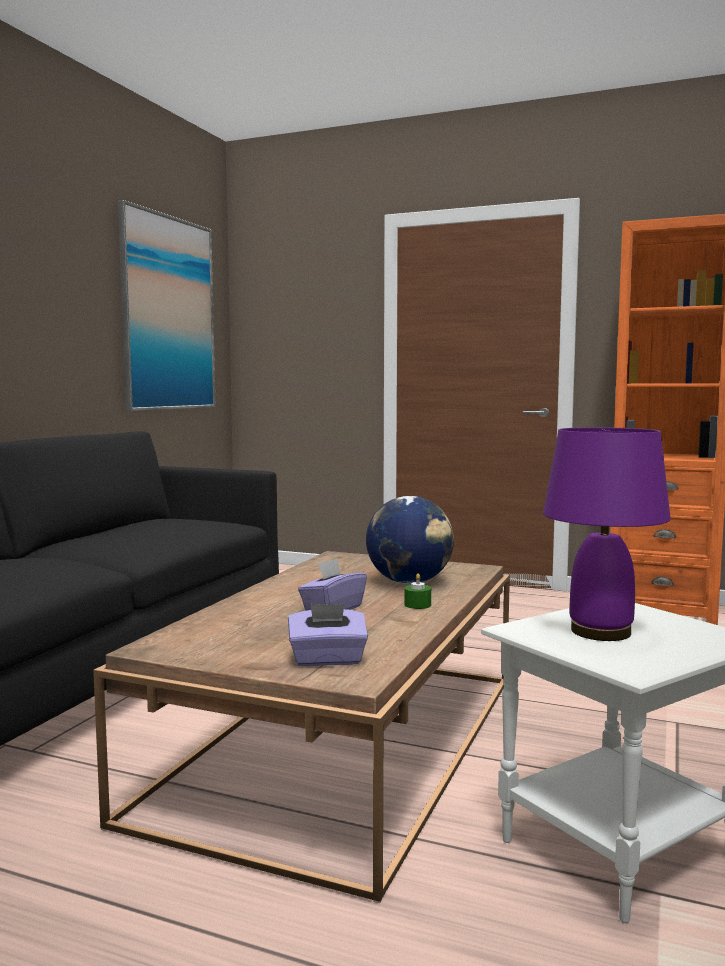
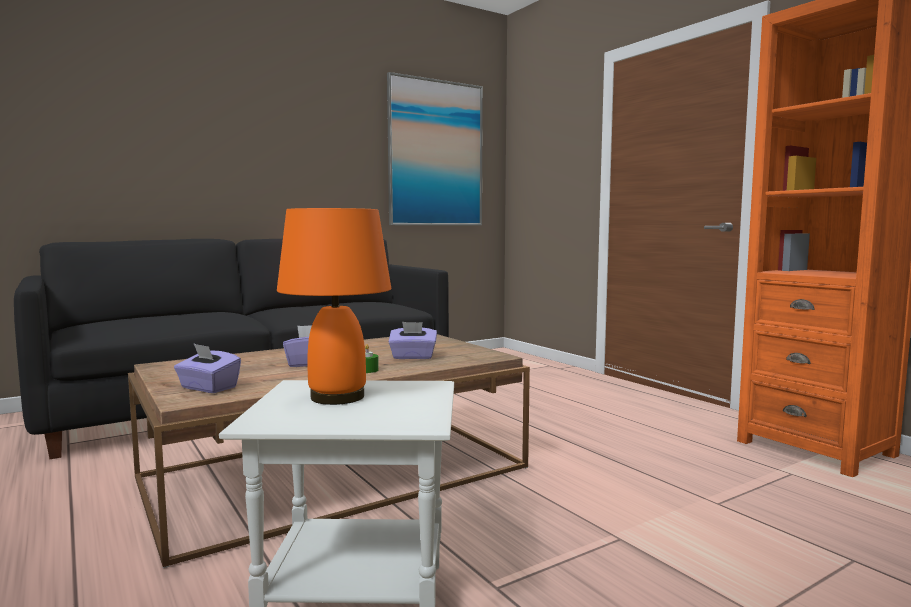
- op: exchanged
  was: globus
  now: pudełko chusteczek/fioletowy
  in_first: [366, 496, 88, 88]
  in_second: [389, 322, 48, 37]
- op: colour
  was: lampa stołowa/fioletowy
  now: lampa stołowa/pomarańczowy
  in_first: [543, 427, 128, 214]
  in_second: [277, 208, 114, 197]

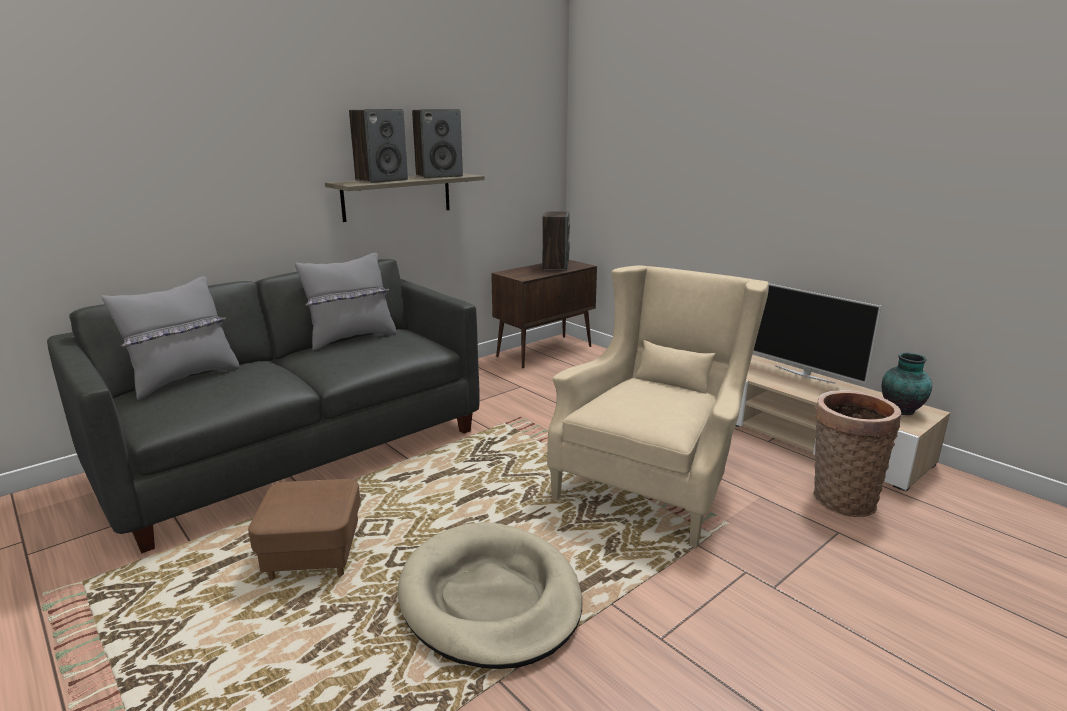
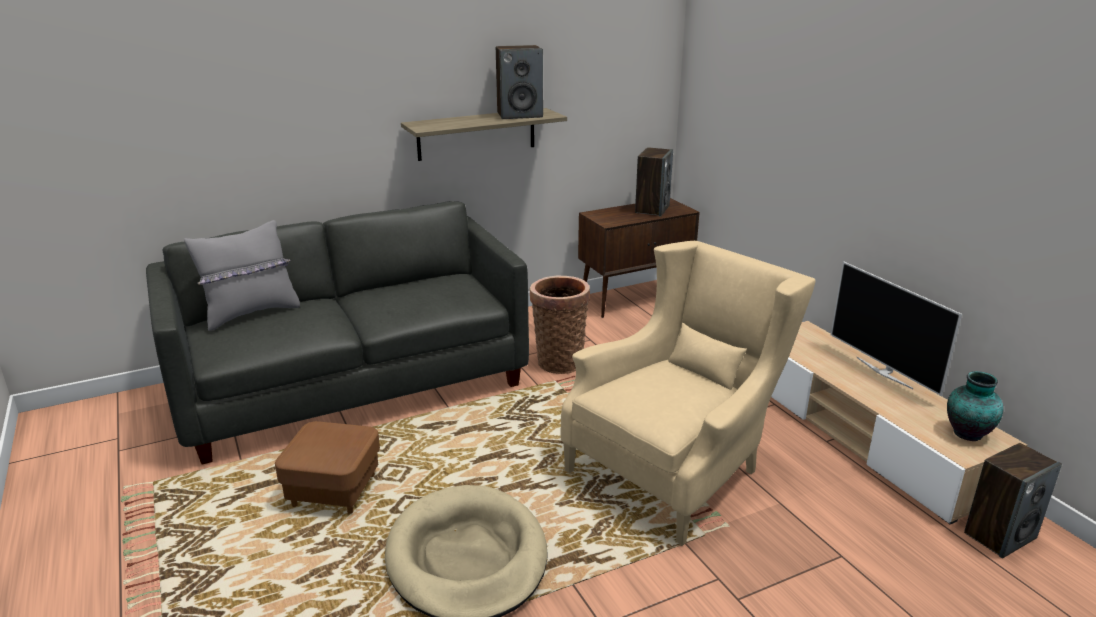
- op: missing
  was: poduszka/szary
  in_first: [295, 253, 101, 98]
- op: relocated
  was: głośnik
  in_first: [349, 109, 59, 74]
  in_second: [964, 443, 98, 115]
- op: relocated
  was: koszyk
  in_first: [813, 390, 88, 127]
  in_second: [530, 276, 60, 98]

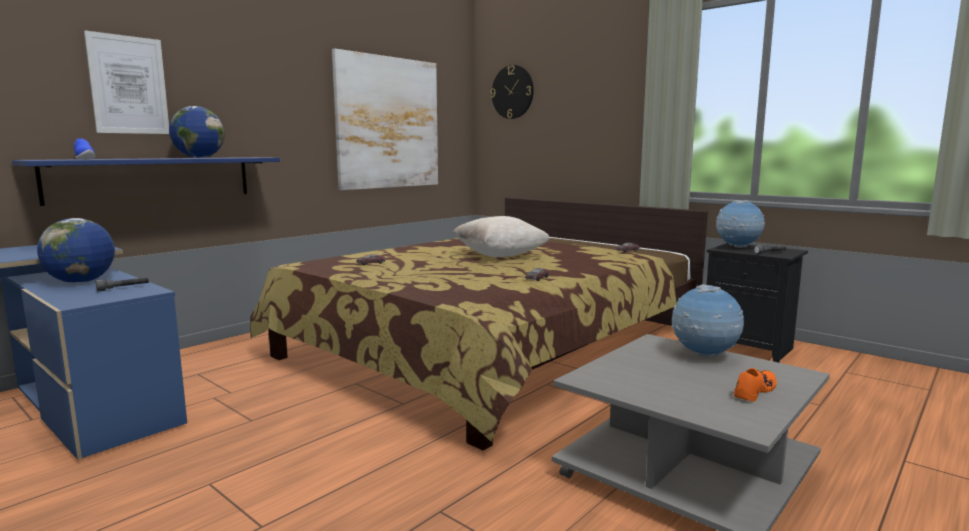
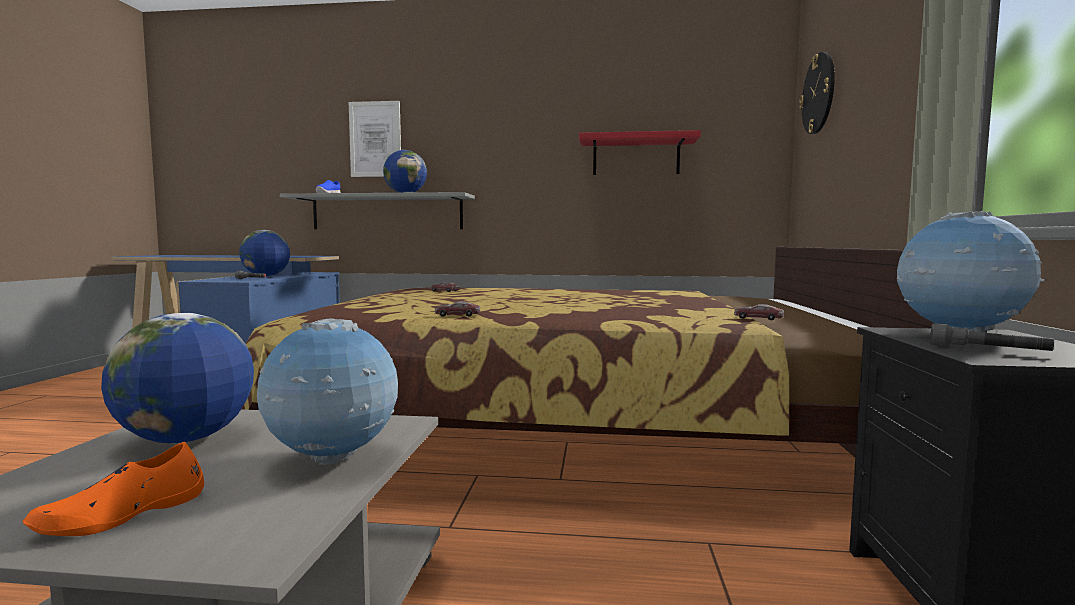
- op: colour
  was: półka/niebieski
  now: półka/szary
  in_first: [12, 157, 268, 49]
  in_second: [280, 192, 195, 37]
- op: exchanged
  was: obraz
  now: półka/czerwony
  in_first: [332, 49, 106, 141]
  in_second: [579, 130, 122, 45]
- op: missing
  was: poduszka/beżowy
  in_first: [453, 216, 97, 41]
- op: spun
  was: but/pomarańczowy
  in_first: [734, 368, 43, 34]
  in_second: [23, 442, 181, 94]
  clockwise: 120
- op: appeared
  now: globus
  in_second: [101, 313, 153, 130]

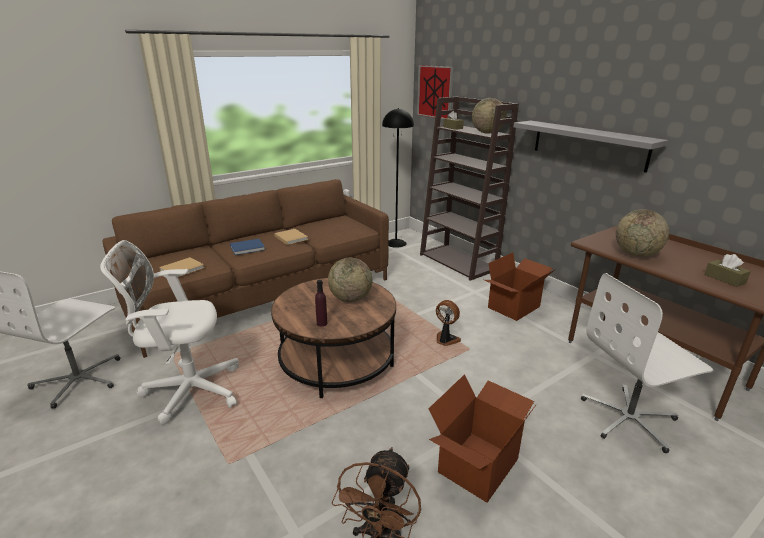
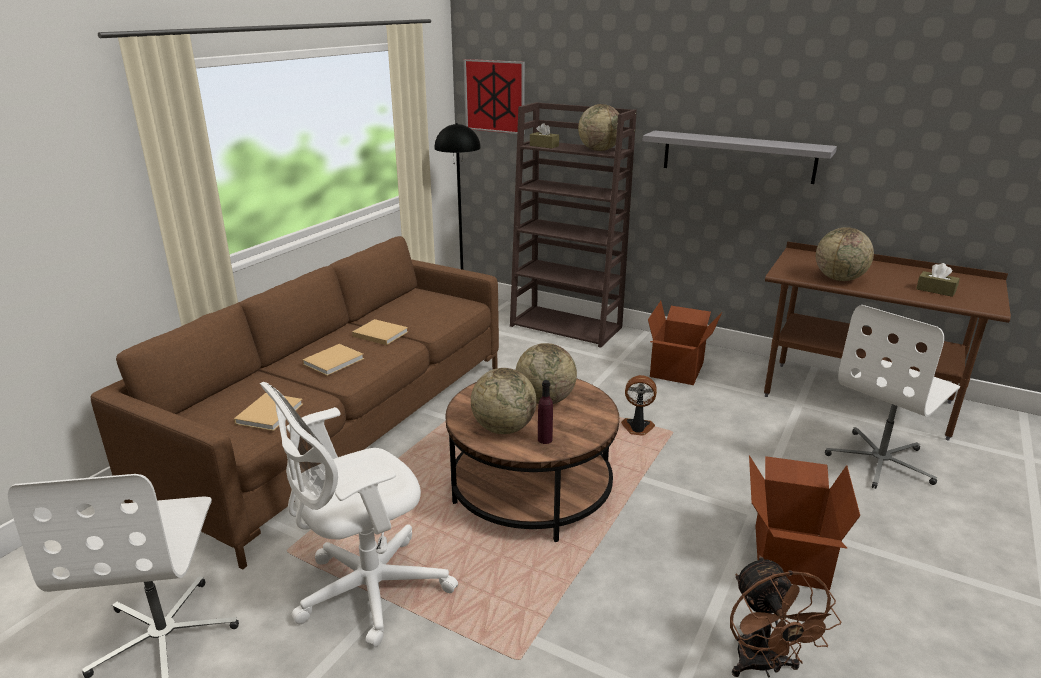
- op: colour
  was: książka/niebieski
  now: książka/beżowy
  in_first: [230, 239, 35, 16]
  in_second: [302, 344, 62, 32]
- op: appeared
  now: globus
  in_second: [471, 368, 66, 66]

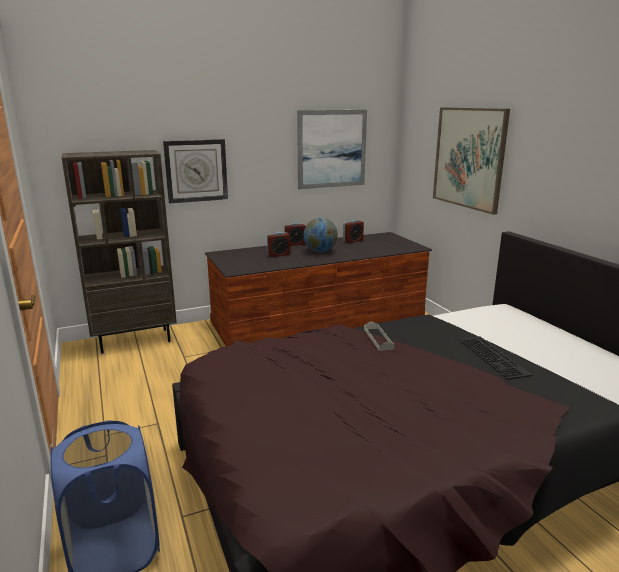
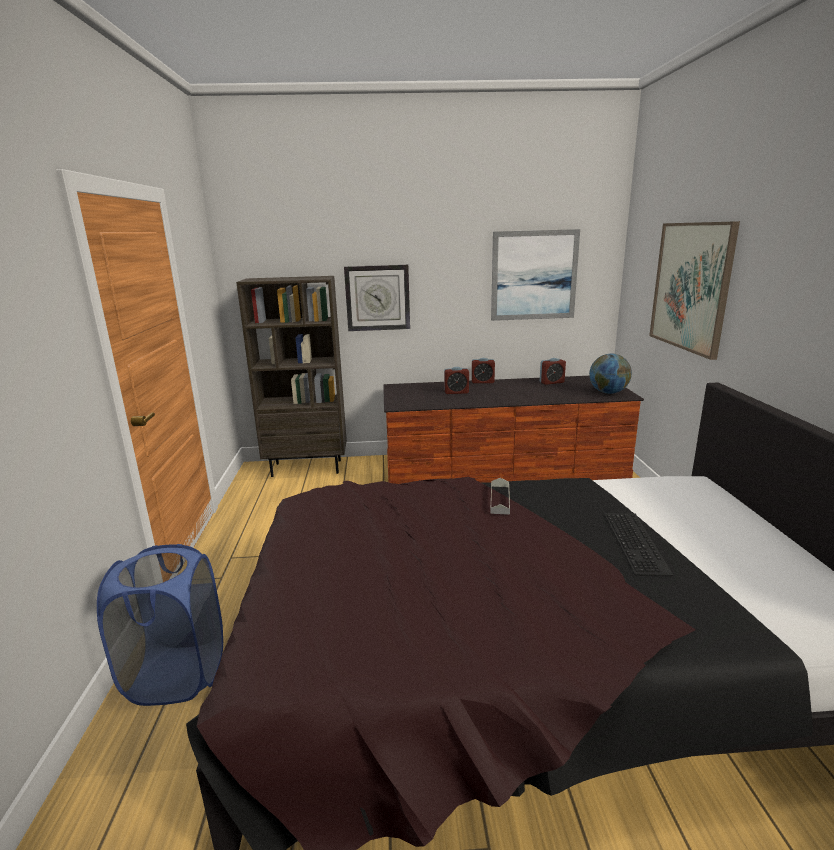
- op: relocated
  was: globus
  in_first: [303, 218, 35, 34]
  in_second: [589, 354, 43, 40]

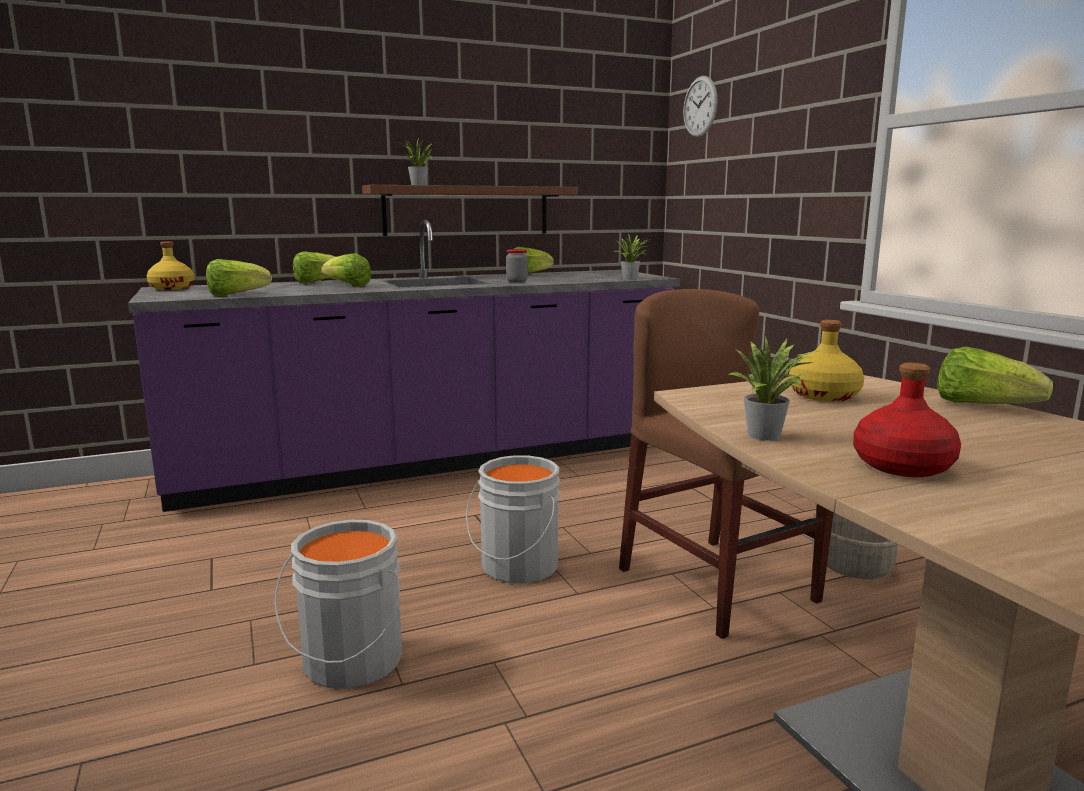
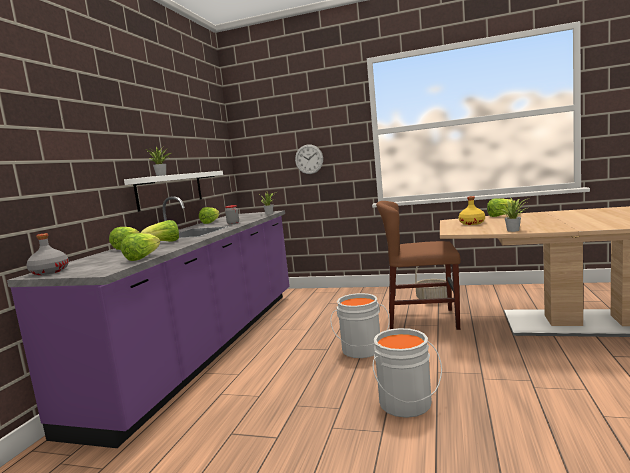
- op: colour
  was: butelka/żółty
  now: butelka/szary
  in_first: [147, 241, 48, 49]
  in_second: [26, 233, 43, 42]
- op: colour
  was: półka/brązowy
  now: półka/biały
  in_first: [362, 185, 216, 51]
  in_second: [124, 171, 99, 41]
- op: relocated
  was: zegar ścienny
  in_first: [683, 76, 35, 61]
  in_second: [295, 144, 28, 30]
- op: missing
  was: butelka/czerwony
  in_first: [853, 363, 108, 114]

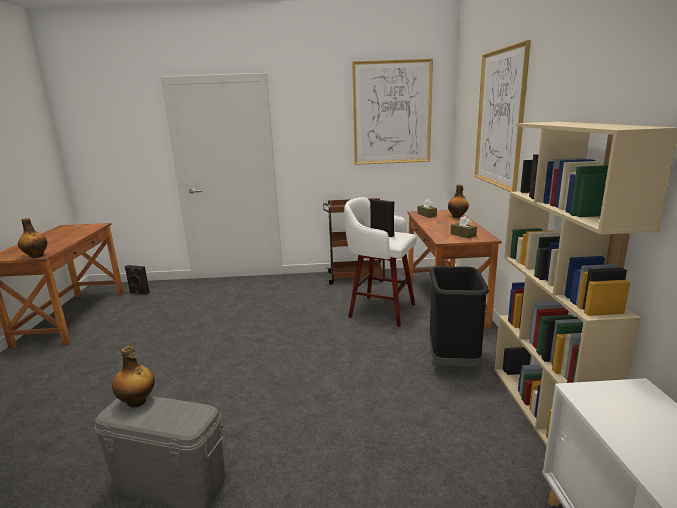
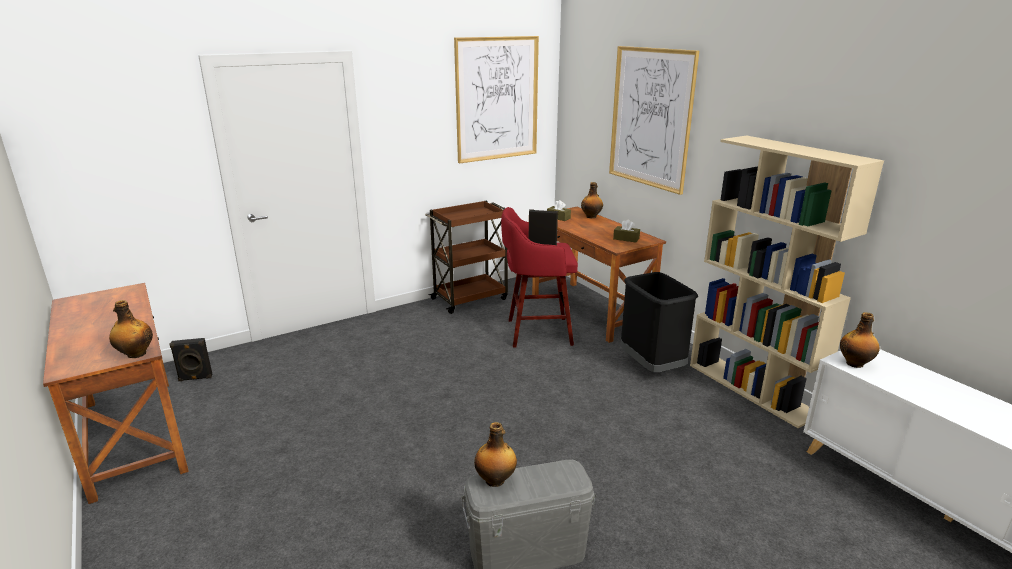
- op: colour
  was: stołek/biały
  now: stołek/czerwony
  in_first: [344, 197, 72, 130]
  in_second: [501, 207, 77, 141]
- op: appeared
  now: butelka
  in_second: [840, 312, 40, 56]

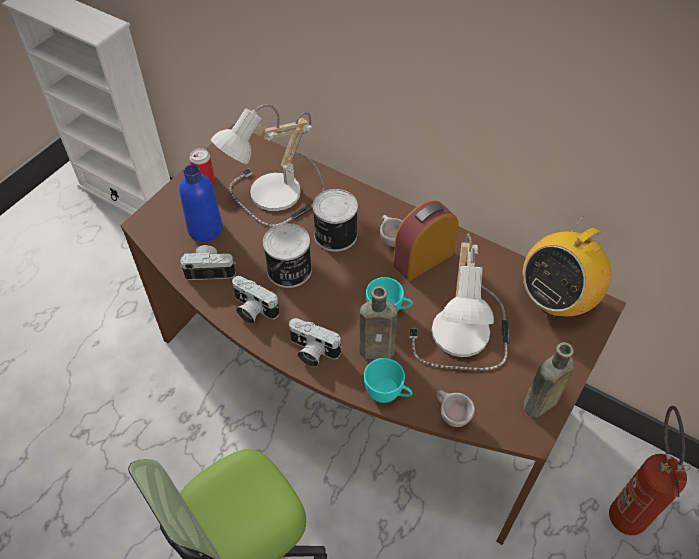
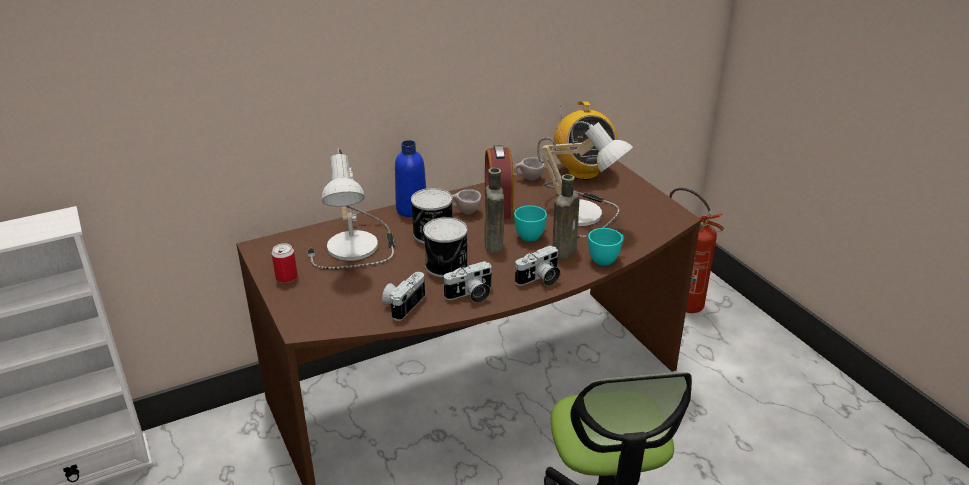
- op: relocated
  was: butelka/niebieski
  in_first: [179, 165, 44, 77]
  in_second: [395, 140, 31, 77]
- op: relocated
  was: filiżanka/beżowy
  in_first: [437, 390, 38, 37]
  in_second: [514, 157, 31, 24]
- op: relocated
  was: butelka/brązowy
  in_first: [524, 342, 51, 76]
  in_second: [484, 168, 20, 85]

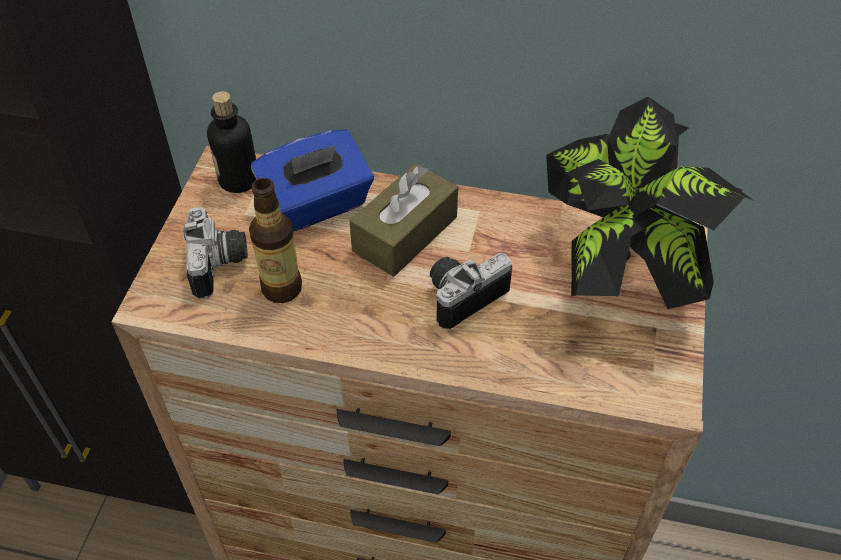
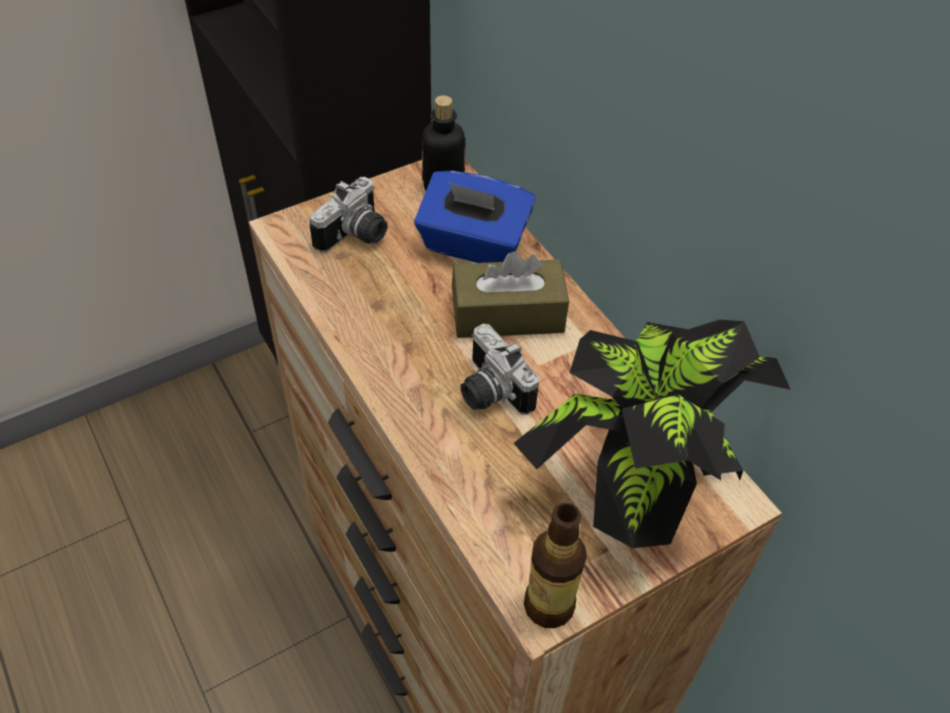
- op: relocated
  was: butelka
  in_first: [249, 178, 53, 125]
  in_second: [524, 503, 63, 125]
- op: spun
  was: aparat fotograficzny
  in_first: [430, 253, 82, 77]
  in_second: [460, 324, 79, 91]
  clockwise: -135

